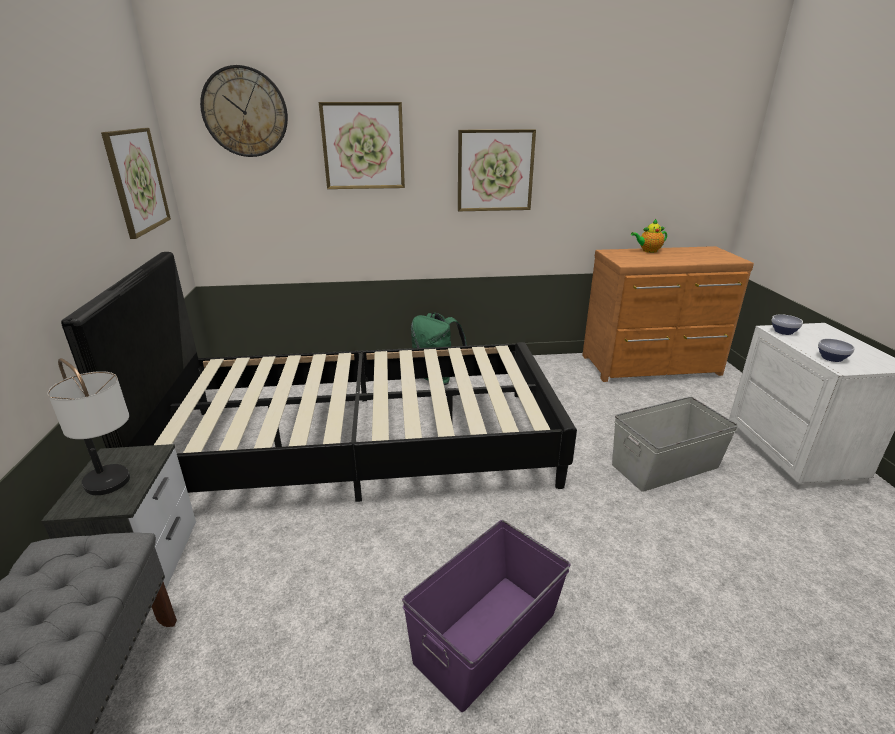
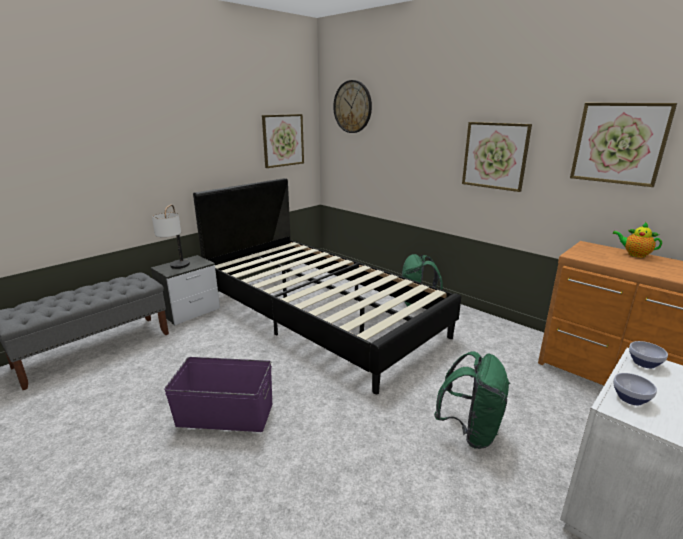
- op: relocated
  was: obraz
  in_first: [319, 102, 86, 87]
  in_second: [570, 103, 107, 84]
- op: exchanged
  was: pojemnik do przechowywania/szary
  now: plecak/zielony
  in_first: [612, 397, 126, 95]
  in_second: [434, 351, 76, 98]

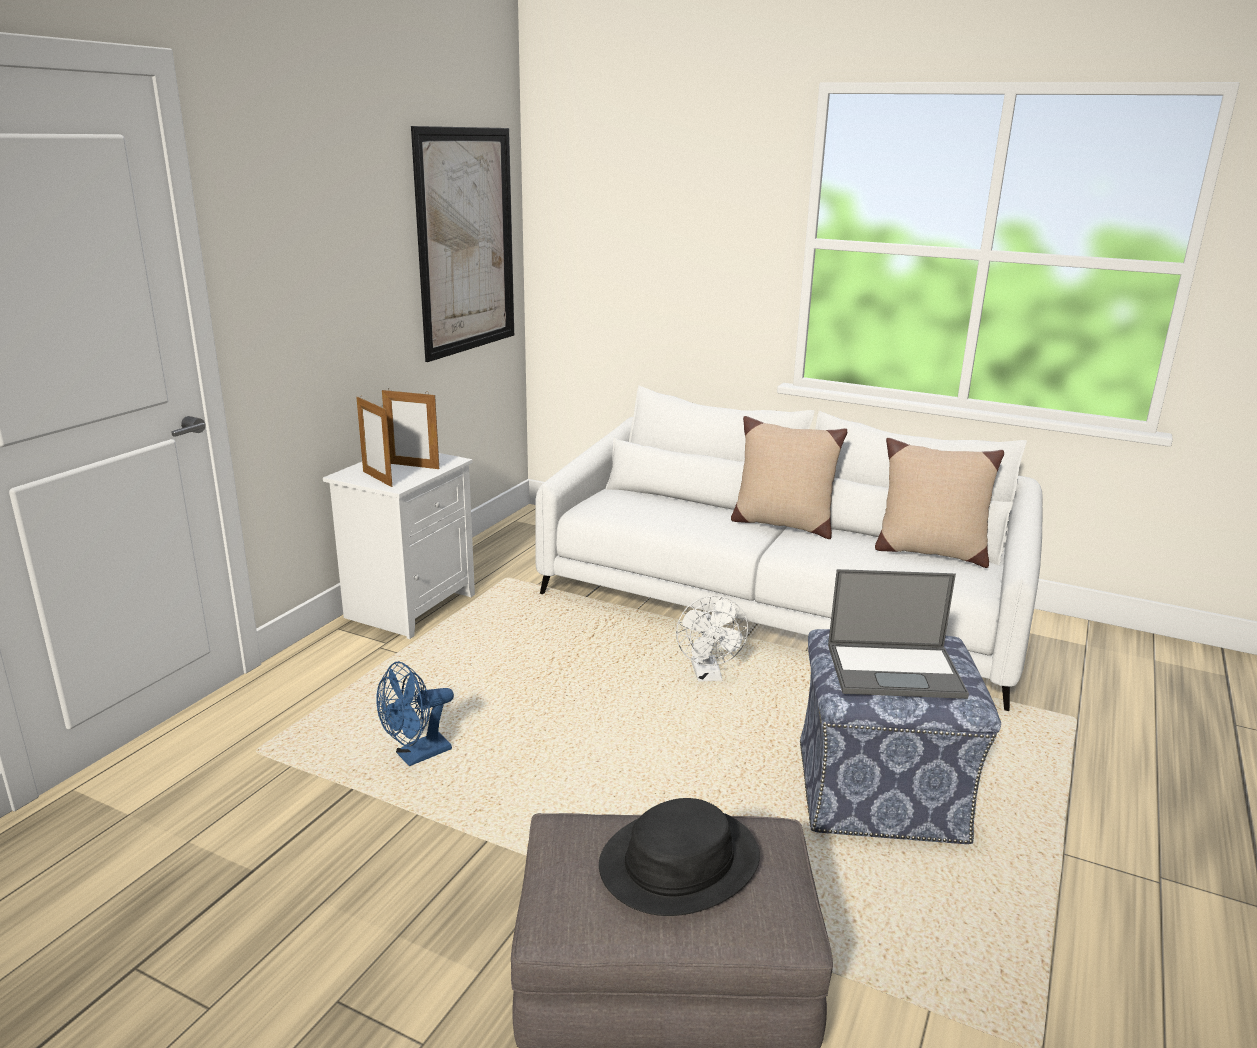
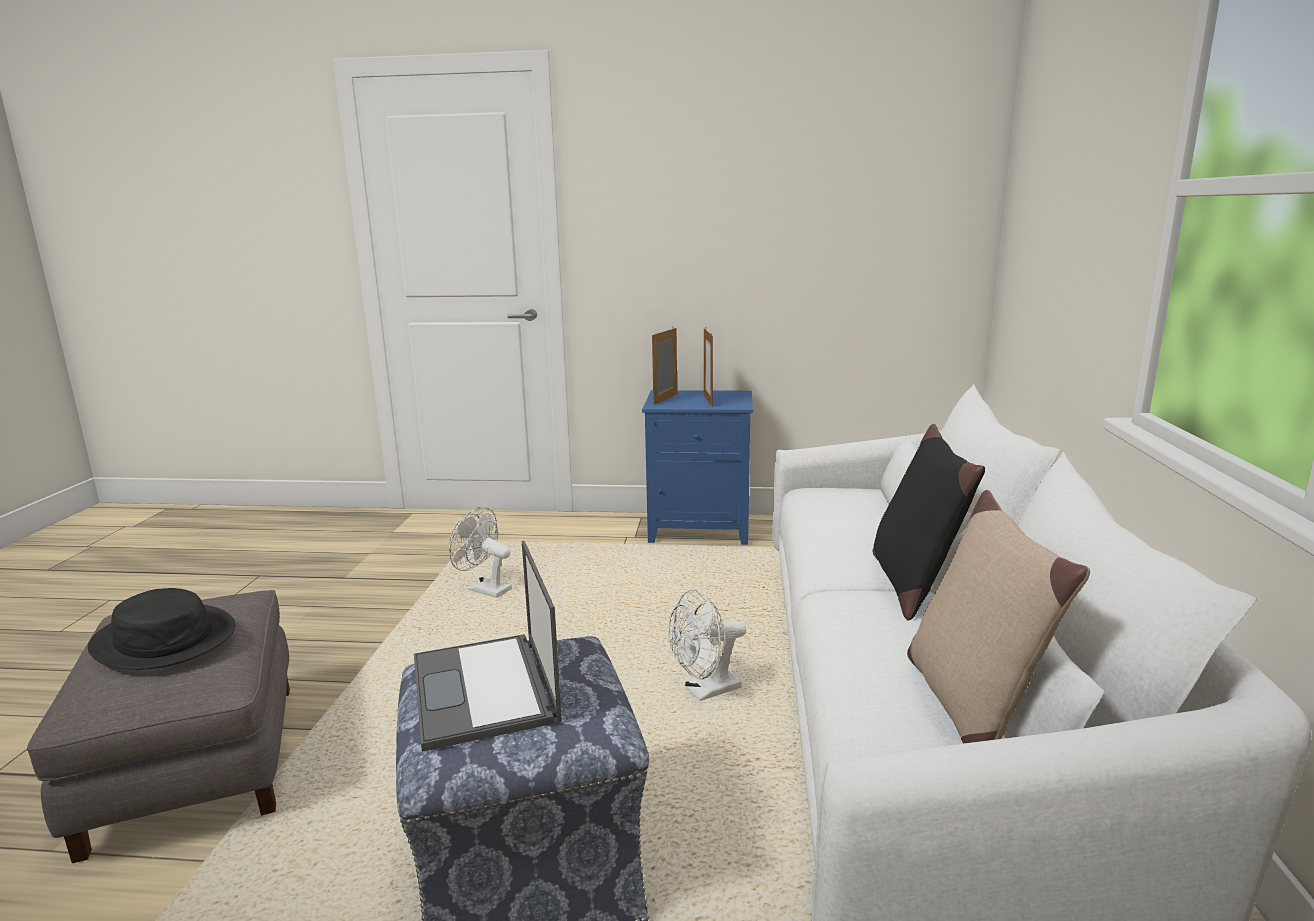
- op: colour
  was: szafka nocna/biały
  now: szafka nocna/niebieski
  in_first: [323, 453, 152, 186]
  in_second: [642, 390, 111, 155]
- op: colour
  was: wentylator/niebieski
  now: wentylator/biały
  in_first: [376, 661, 78, 105]
  in_second: [449, 507, 63, 91]
- op: missing
  was: obraz
  in_first: [411, 126, 103, 236]
- op: colour
  was: poduszka/beżowy
  now: poduszka/czarny
  in_first: [731, 416, 116, 123]
  in_second: [873, 424, 112, 197]

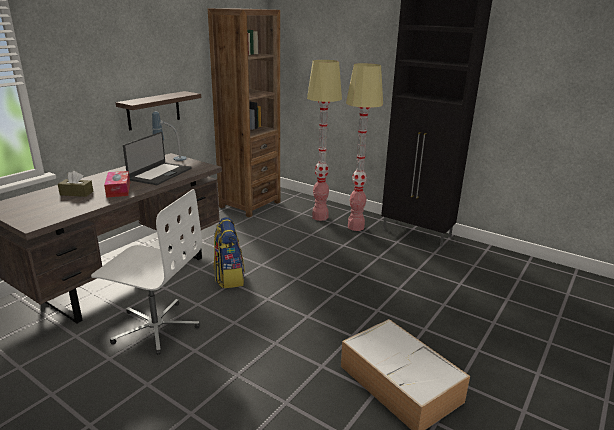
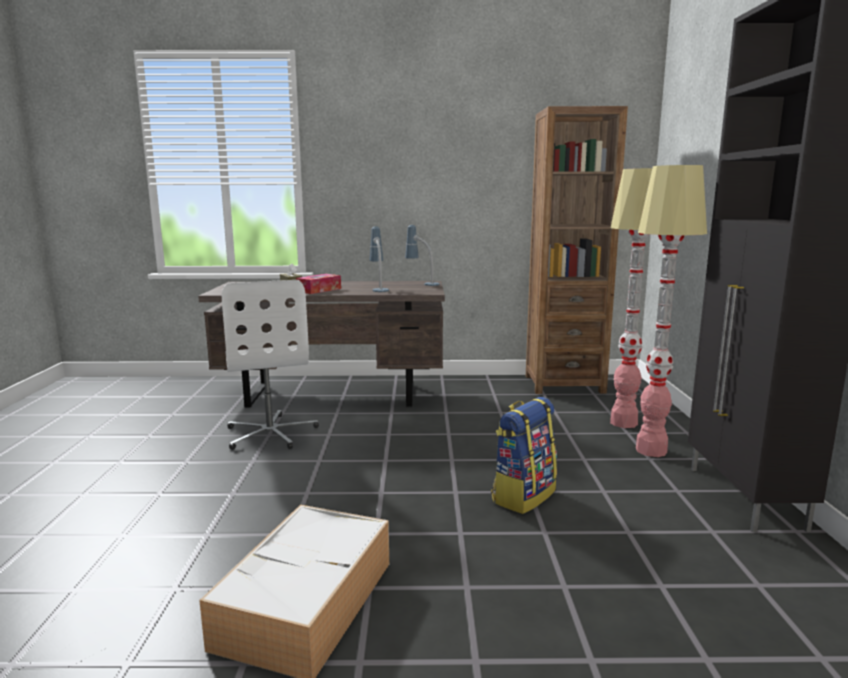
- op: missing
  was: półka
  in_first: [116, 91, 85, 39]
- op: exchanged
  was: laptop
  now: lampa stołowa
  in_first: [123, 132, 68, 53]
  in_second: [370, 226, 19, 66]
- op: relocated
  was: plecak
  in_first: [214, 217, 31, 71]
  in_second: [491, 397, 66, 117]

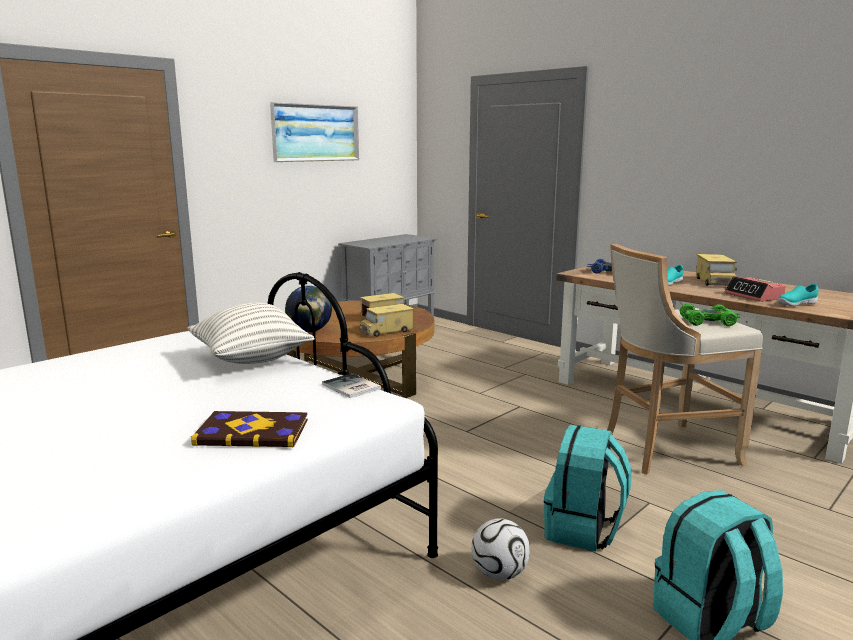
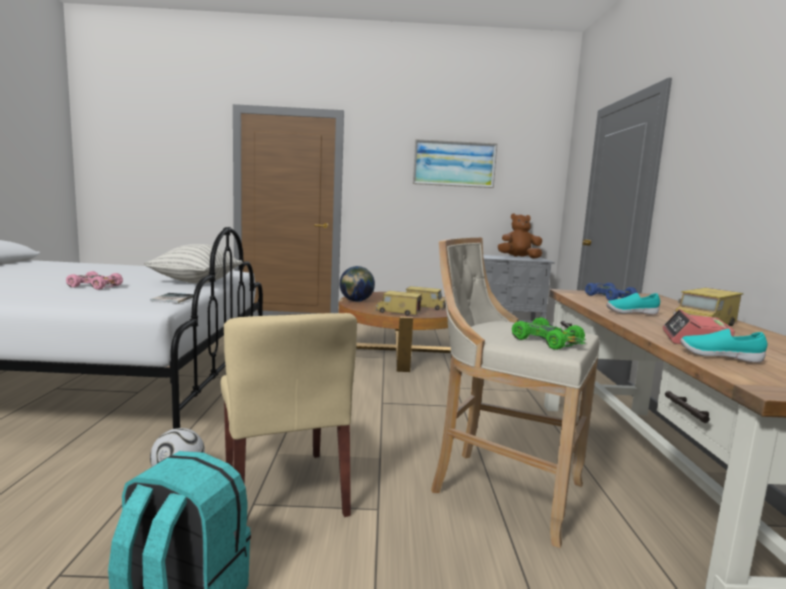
- op: missing
  was: książka
  in_first: [191, 411, 117, 36]
- op: exchanged
  was: plecak/turkusowy
  now: krzesło/beżowy
  in_first: [544, 425, 87, 127]
  in_second: [221, 313, 136, 204]
- op: appeared
  now: samochodzik/różowy
  in_second: [66, 271, 57, 19]
- op: appeared
  now: pluszak/brązowy
  in_second: [498, 213, 44, 46]

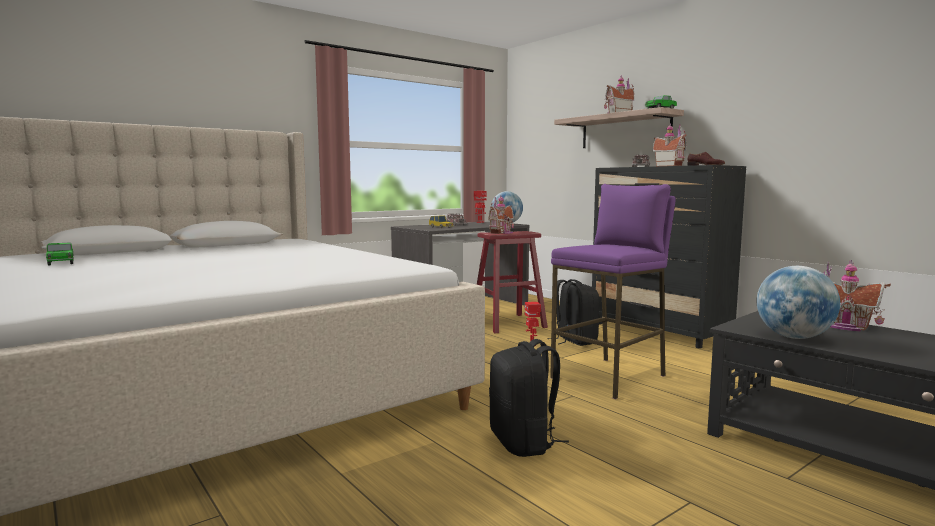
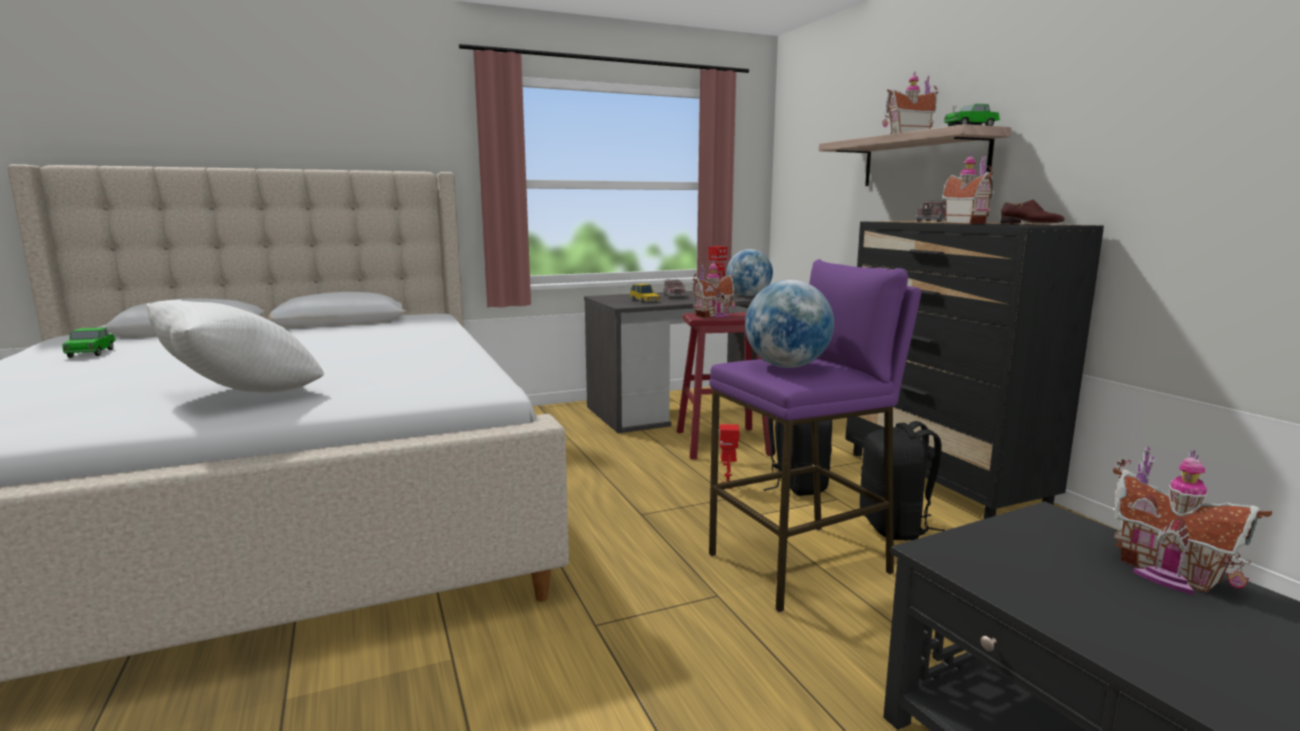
- op: relocated
  was: plecak/czarny
  in_first: [489, 339, 80, 118]
  in_second: [860, 421, 85, 119]
- op: relocated
  was: globus
  in_first: [757, 266, 83, 73]
  in_second: [745, 280, 89, 88]
- op: appeared
  now: poduszka/biały
  in_second: [147, 300, 177, 93]

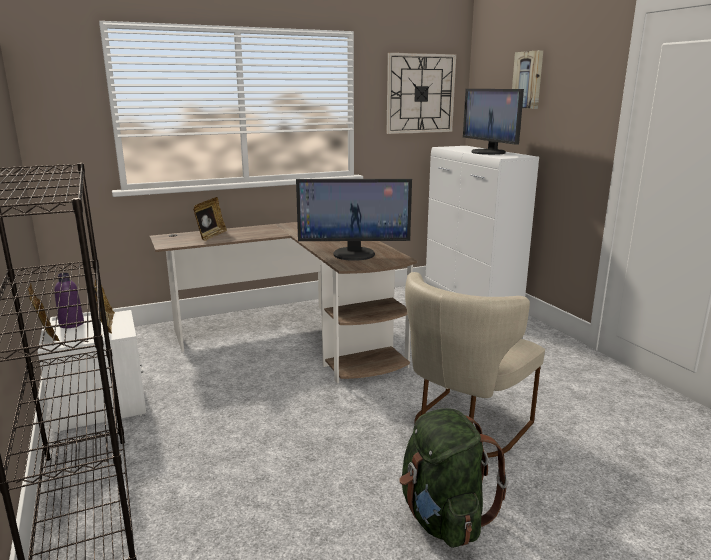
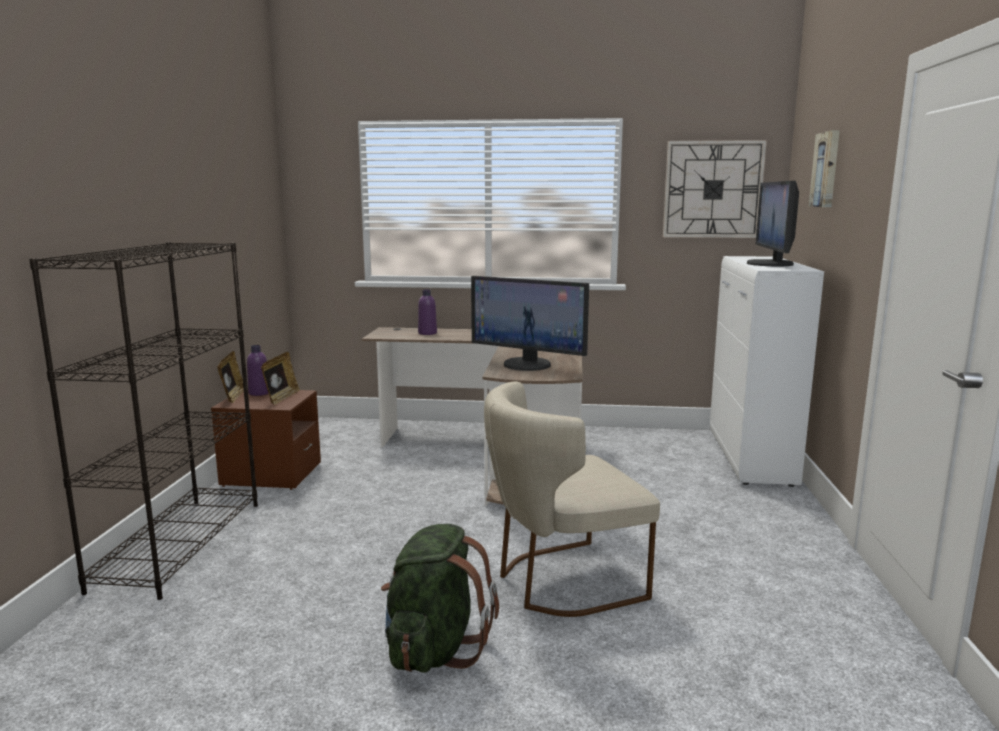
- op: colour
  was: szafka nocna/biały
  now: szafka nocna/brązowy
  in_first: [38, 310, 108, 123]
  in_second: [211, 390, 110, 100]
- op: exchanged
  was: ramka na zdjęcie
  now: butelka/fioletowy
  in_first: [193, 197, 34, 44]
  in_second: [418, 289, 19, 46]

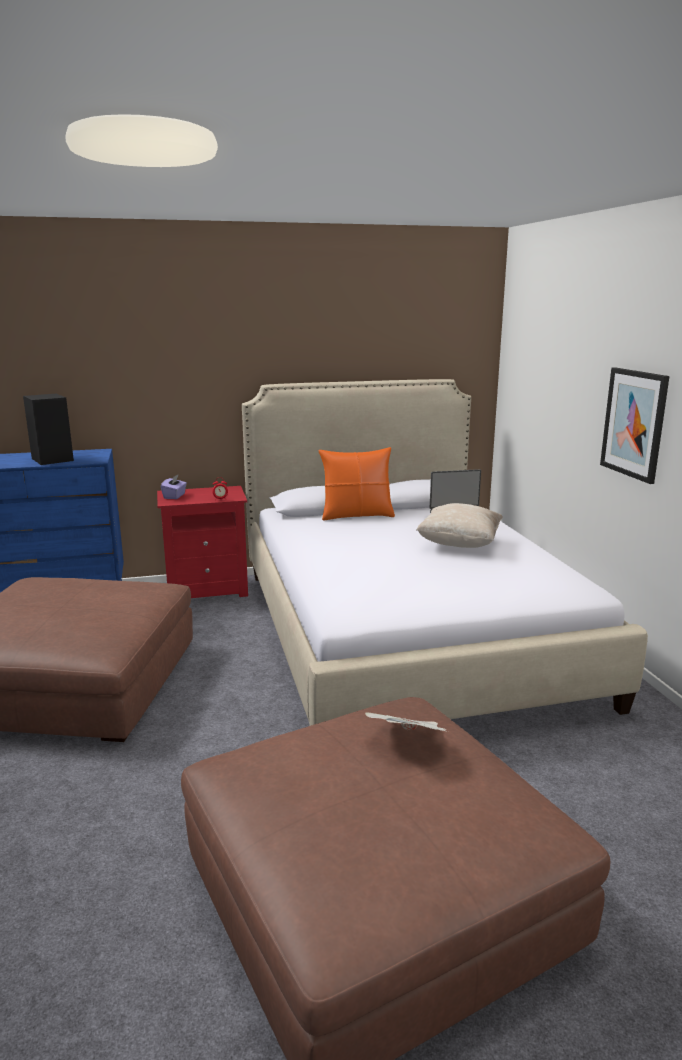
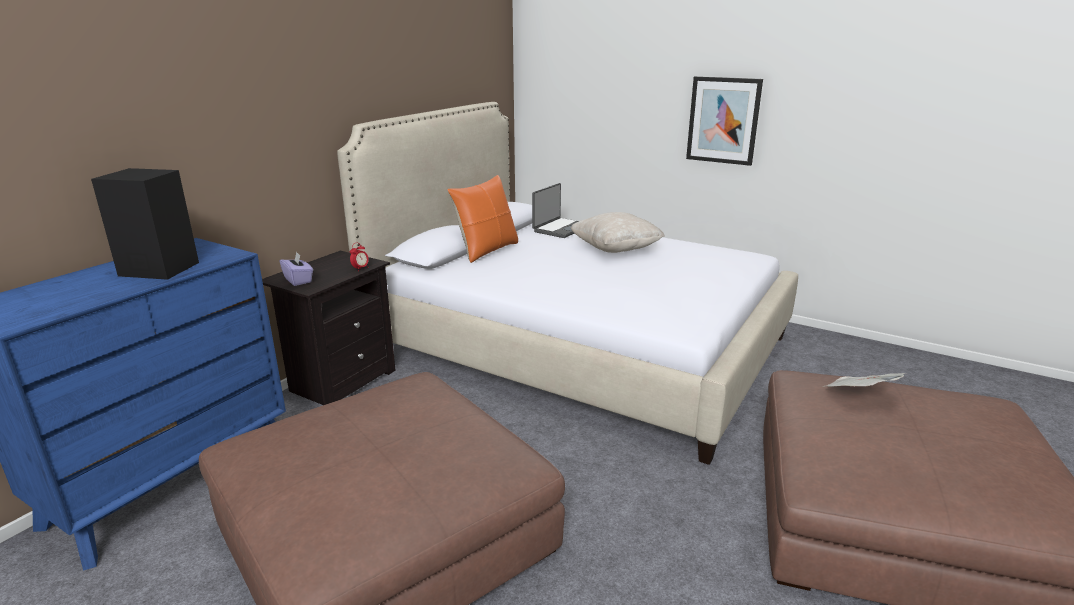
- op: colour
  was: szafka nocna/czerwony
  now: szafka nocna/czarny
  in_first: [157, 486, 91, 112]
  in_second: [262, 251, 134, 154]

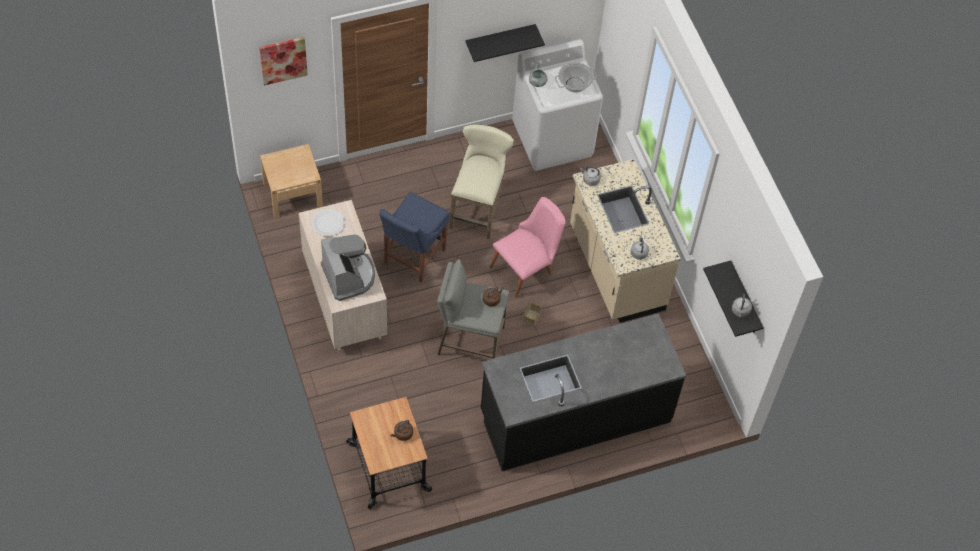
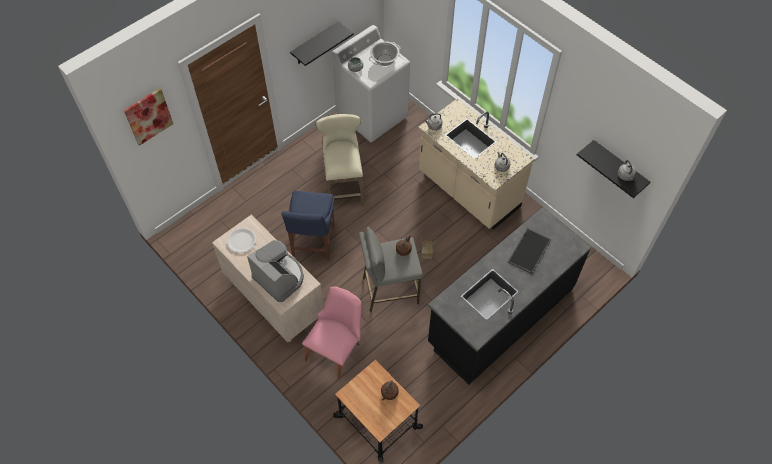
- op: missing
  was: szafka nocna/beżowy
  in_first: [260, 144, 63, 74]
- op: relocated
  was: krzesło/różowy
  in_first: [490, 197, 76, 101]
  in_second: [302, 286, 60, 93]
- op: appeared
  now: taca
  in_second: [508, 228, 43, 46]

